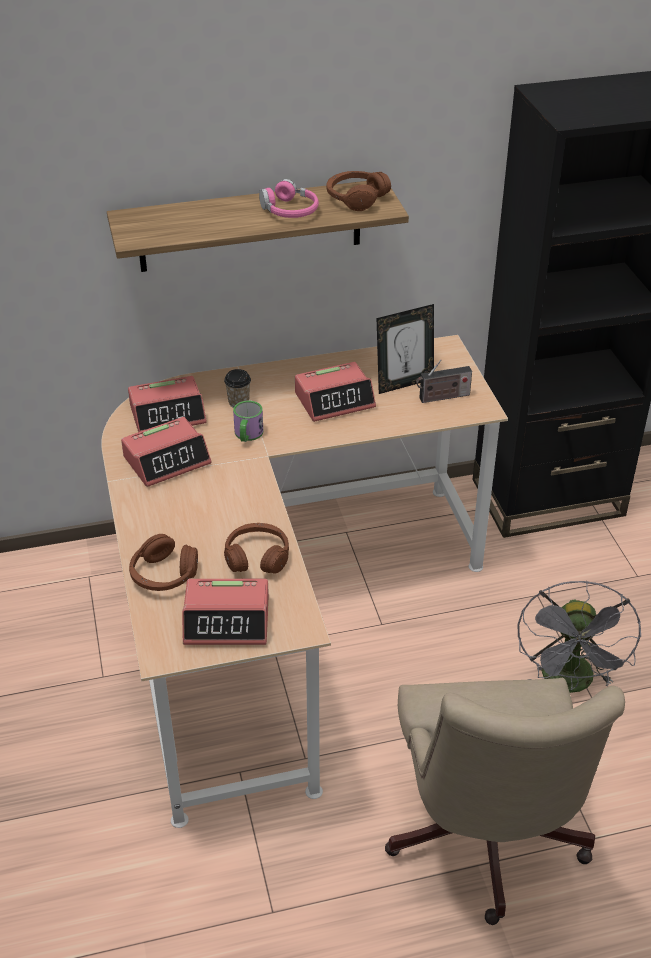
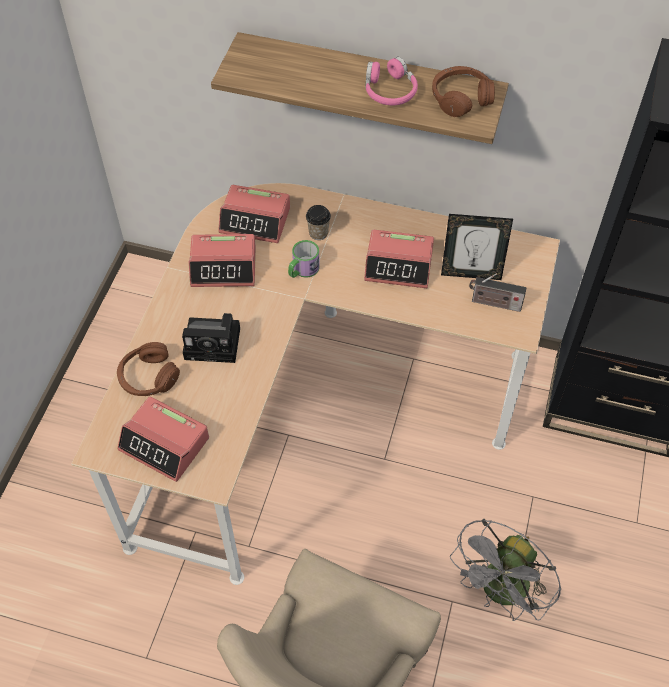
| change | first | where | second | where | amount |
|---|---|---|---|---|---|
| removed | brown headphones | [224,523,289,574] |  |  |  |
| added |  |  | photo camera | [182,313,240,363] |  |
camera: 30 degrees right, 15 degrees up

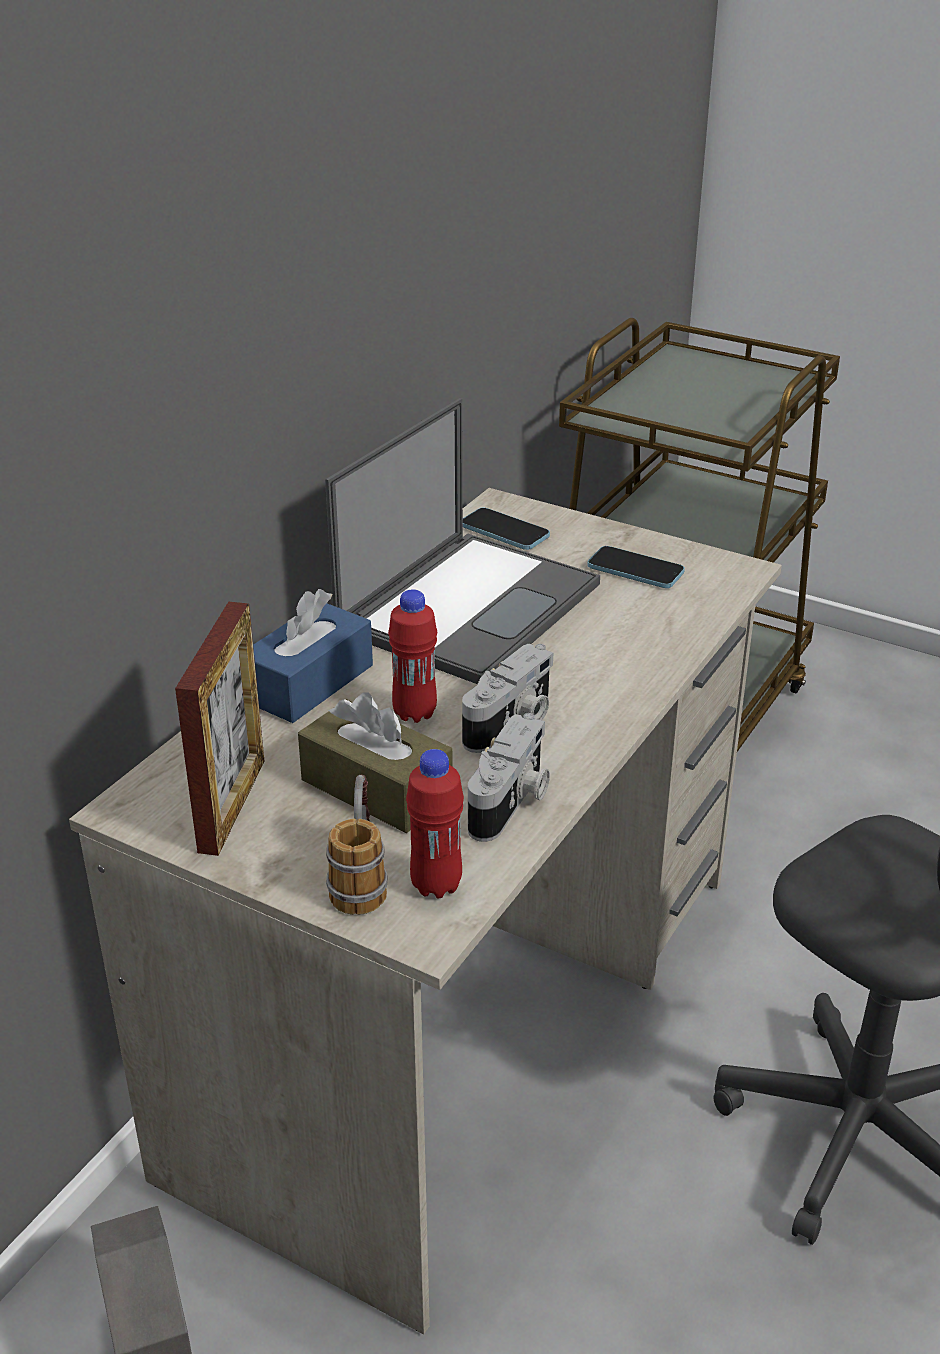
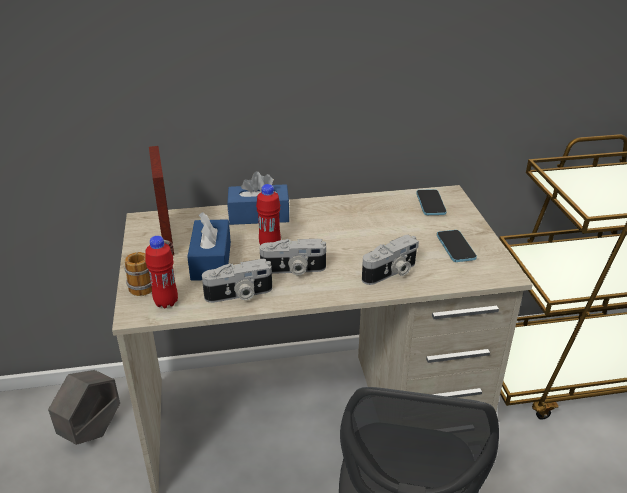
| change | first | where | second | where | amount |
|---|---|---|---|---|---|
| turned | picture frame | [175,602,265,856] |  | [149,146,174,255] | 75 degrees counterclockwise |
| recoloured | brown tissue box | [298,692,453,833] | blue tissue box | [187,212,231,281] |  |
| removed | laptop | [325,398,600,684] |  |  |  |
| added |  |  | photo camera | [362,235,419,285] |  |
camera: 50 degrees right, 0 degrees up

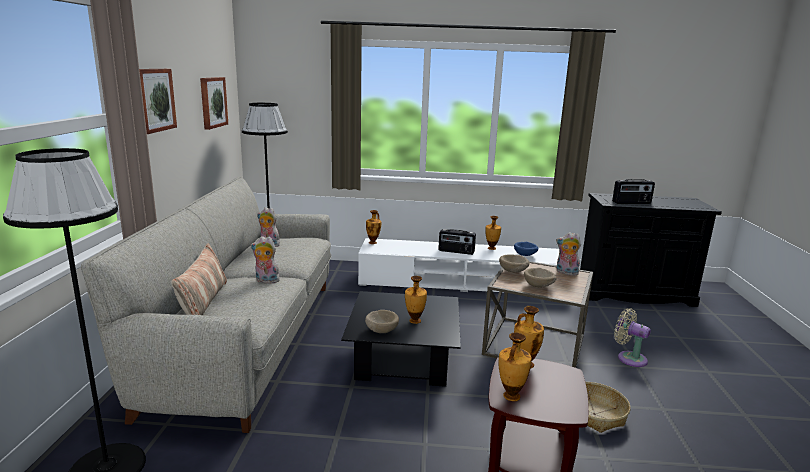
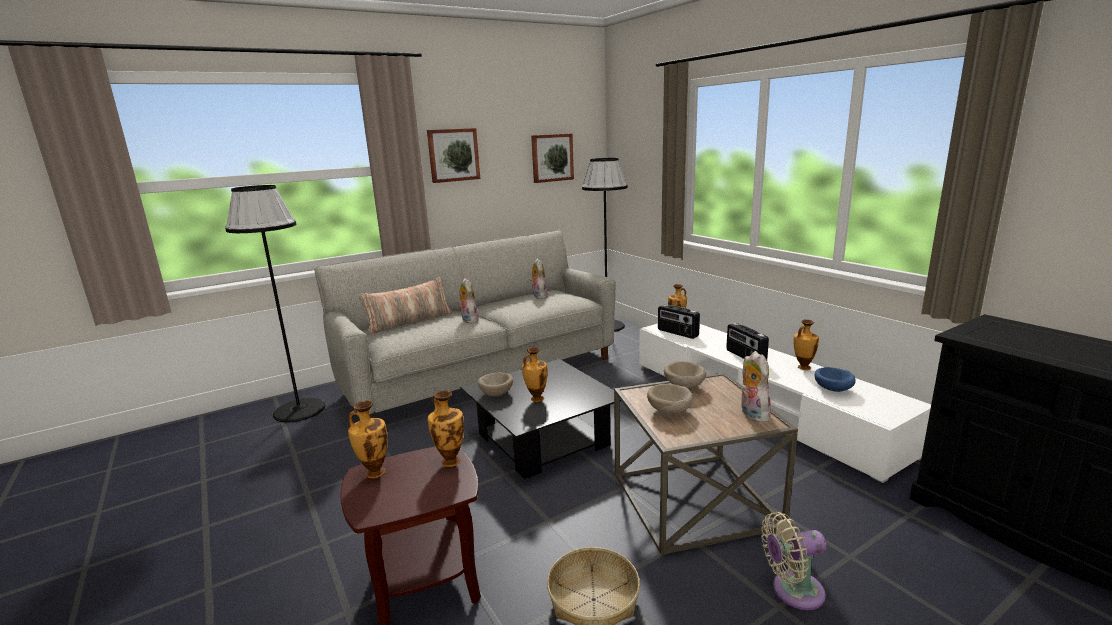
| change | first | where | second | where | amount |
|---|---|---|---|---|---|
| moved | radio | [612,179,655,204] |  | [658,305,700,339] |  |
| turned | beige fan | [614,308,651,367] |  | [761,512,826,610] | 105 degrees counterclockwise |
camera: 55 degrees right, 0 degrees up

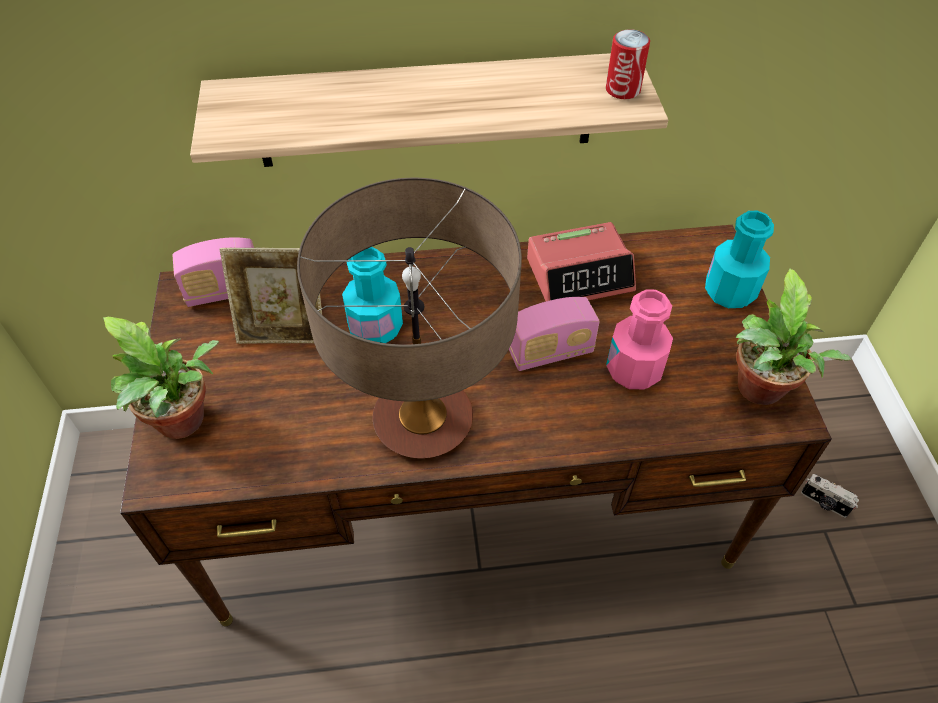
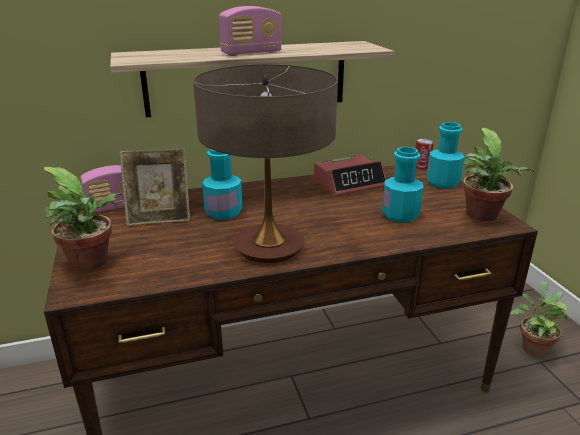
| change | first | where | second | where | amount |
|---|---|---|---|---|---|
| moved | radio | [509,297,600,371] |  | [219,6,282,56] |  |
| moved | can | [606,29,650,99] |  | [415,139,434,170] |  |
| recoloured | pink bottle | [606,289,673,389] | turquoise bottle | [383,147,423,223] |  |
| replaced | photo camera | [801,474,859,517] | potted plant | [510,281,568,357] |  |
camera: 10 degrees left, 25 degrees down

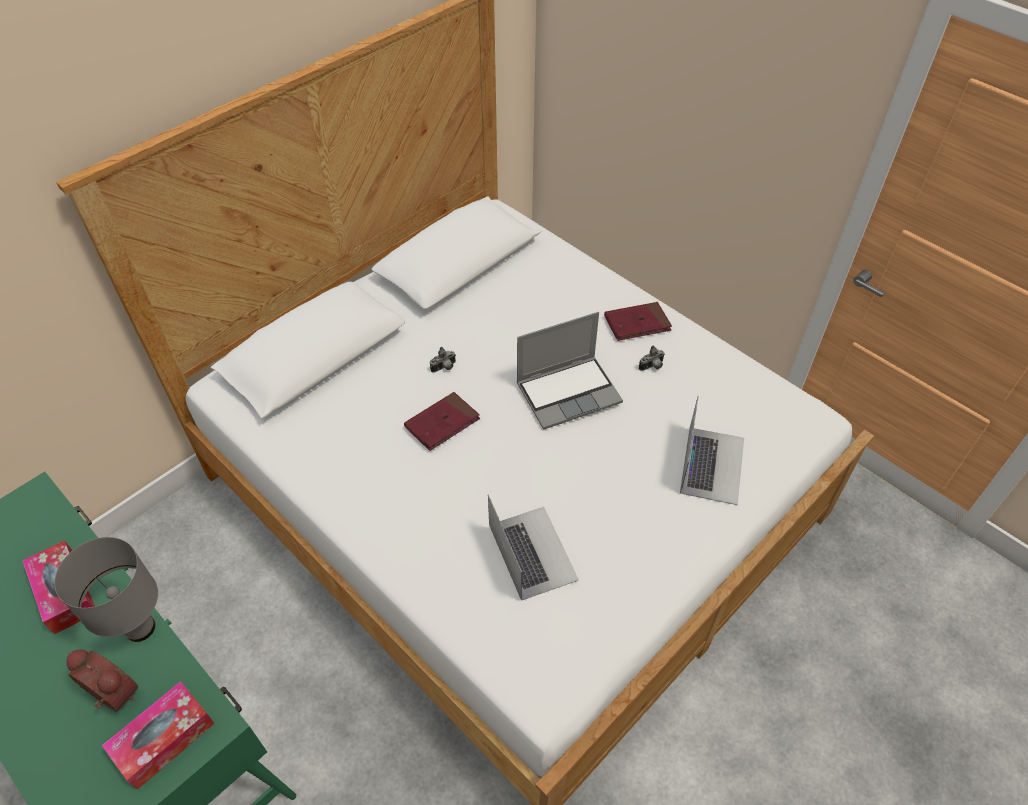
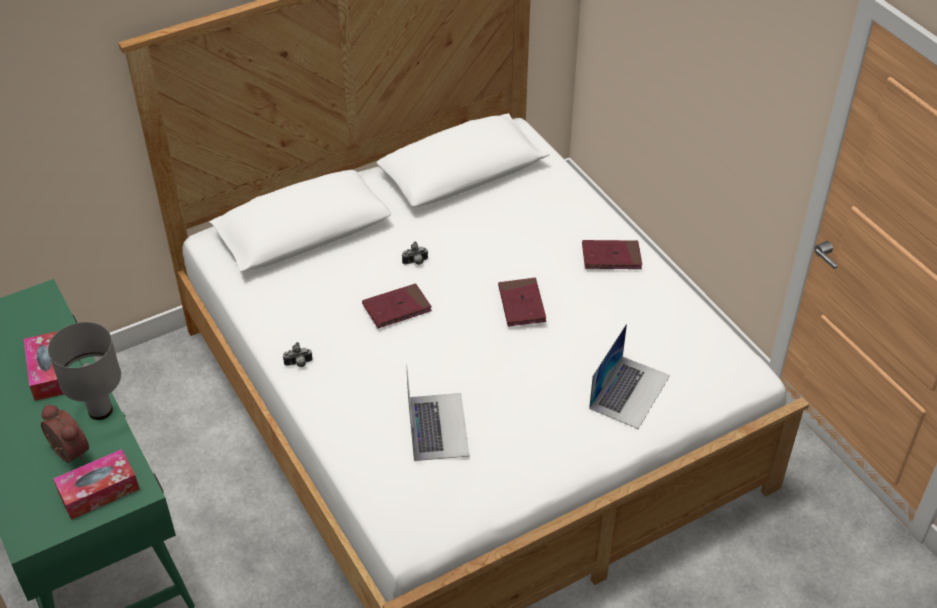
| change | first | where | second | where | amount |
|---|---|---|---|---|---|
| replaced | laptop | [517,312,623,430] | red book | [498,278,546,326] |  |
| moved | photo camera | [639,346,665,371] |  | [283,342,313,367] |  |
camera: 15 degrees right, 5 degrees down

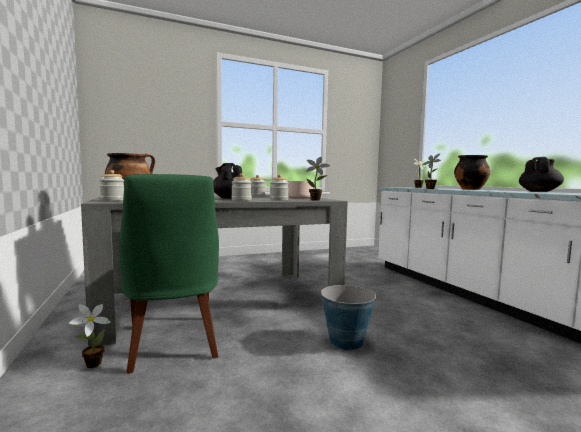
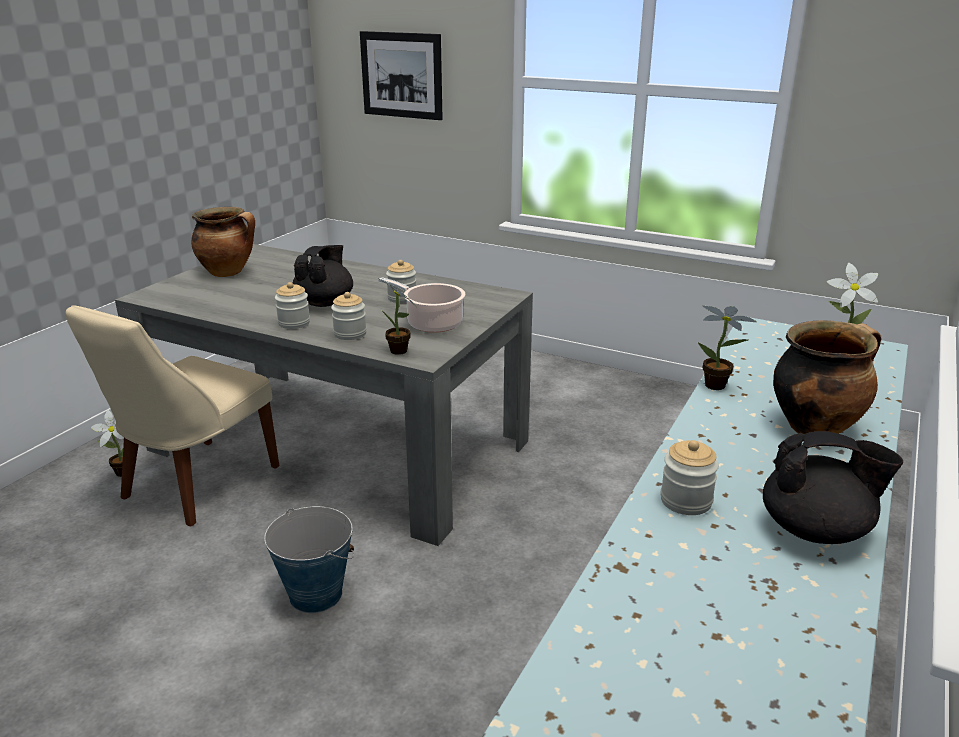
| change | first | where | second | where | amount |
|---|---|---|---|---|---|
| moved | jar | [99,170,124,201] |  | [660,440,719,515] |  |
| recoloured | green chair | [119,174,219,374] | beige chair | [66,305,279,526] |  |
| added |  |  | picture | [360,31,443,120] |  |
camera: 50 degrees right, 20 degrees up

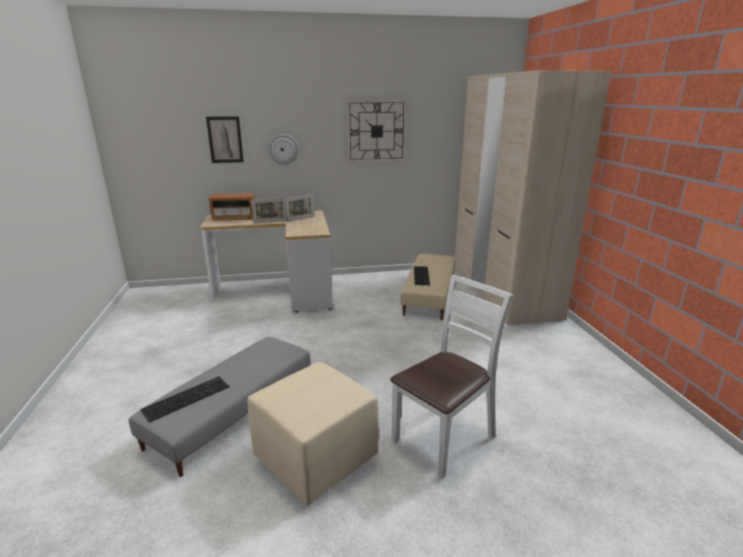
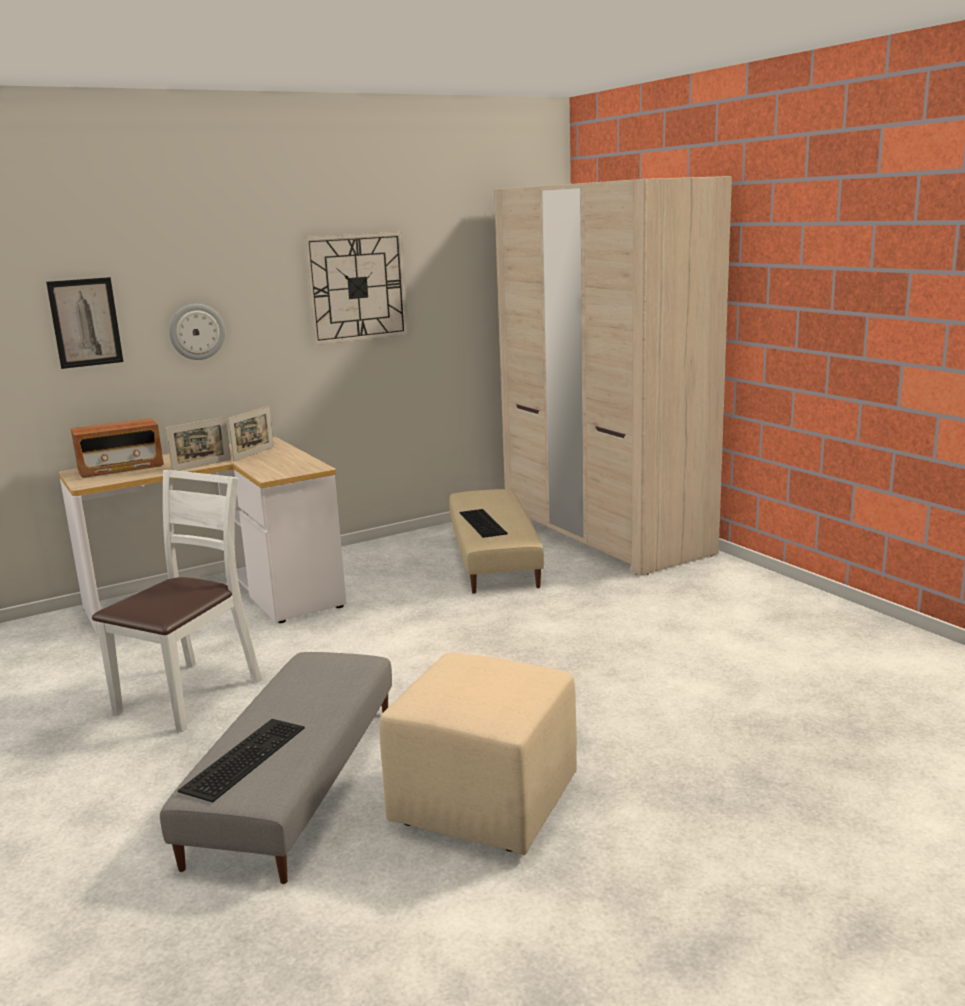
| change | first | where | second | where | amount |
|---|---|---|---|---|---|
| moved | white chair | [390,275,514,479] |  | [92,470,262,732] |  |
camera: 20 degrees left, 5 degrees down

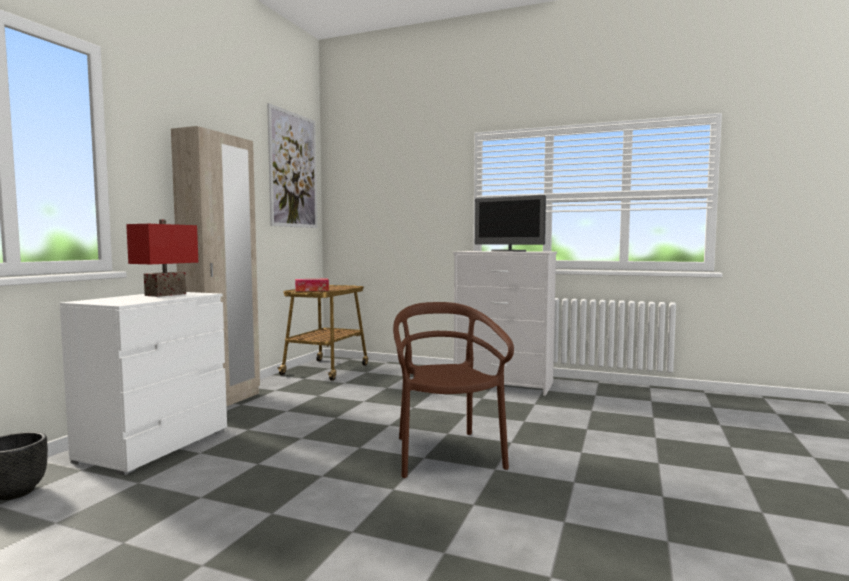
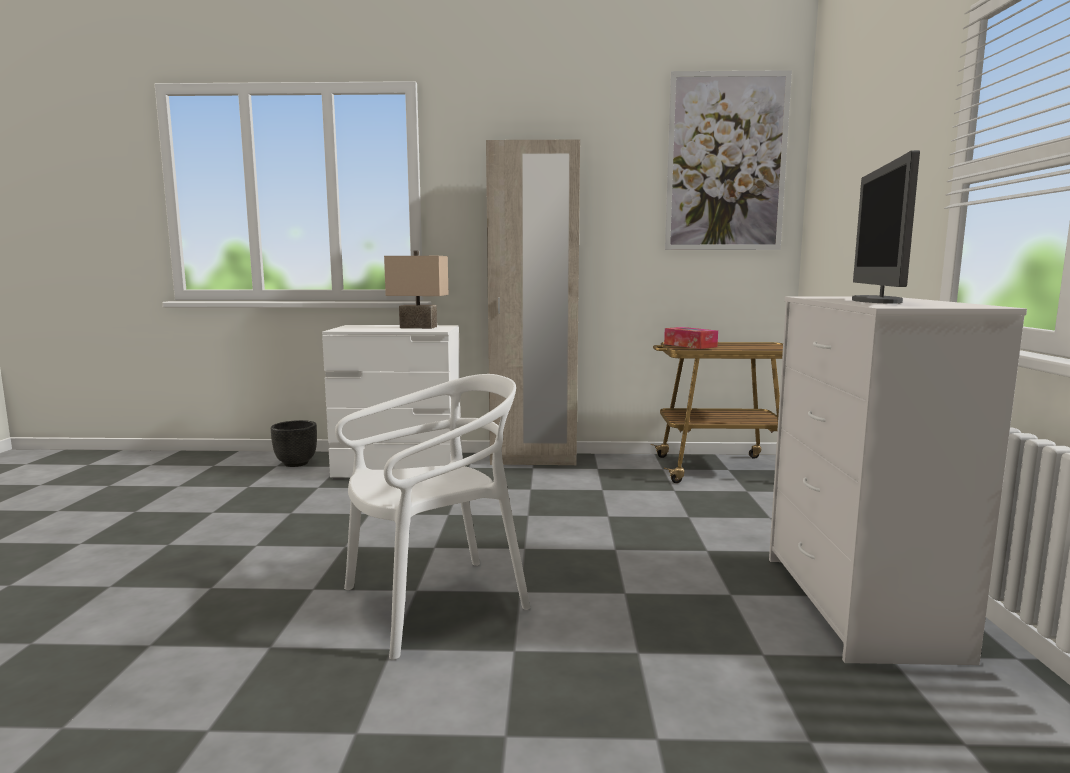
| change | first | where | second | where | amount |
|---|---|---|---|---|---|
| recoloured | red table lamp | [126,219,198,297] | beige table lamp | [384,250,448,329] |  |
| recoloured | brown chair | [393,302,514,478] | white chair | [335,374,530,660] |  |
camera: 70 degrees right, 5 degrees up

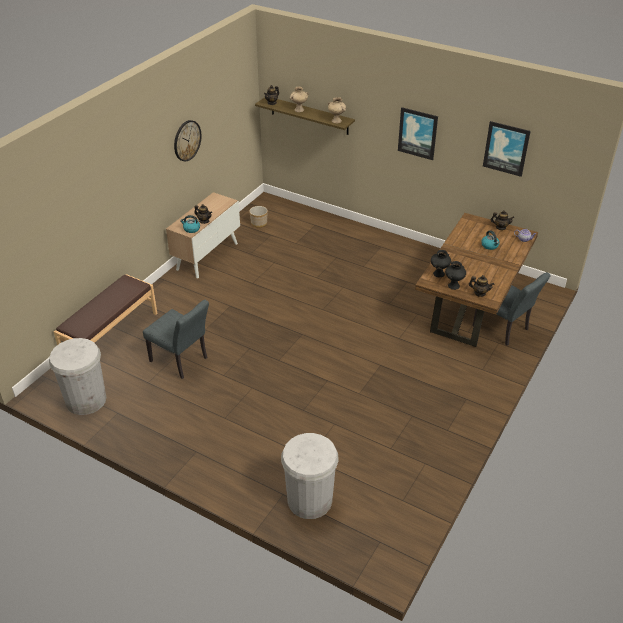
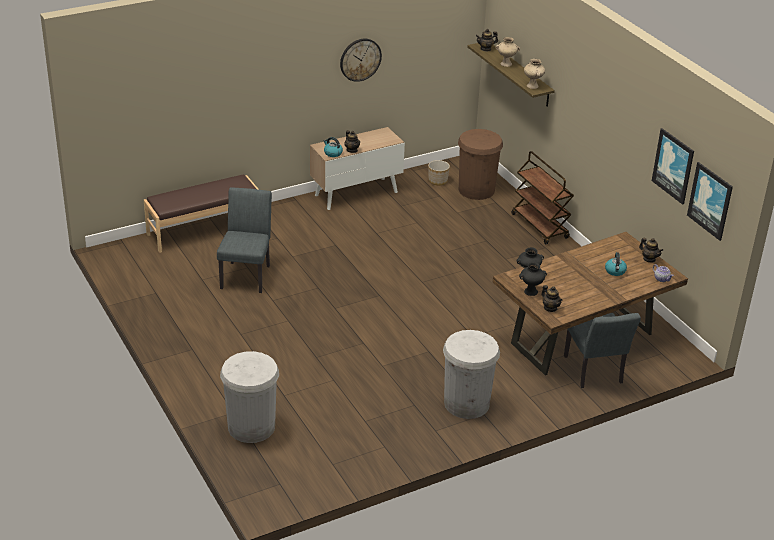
| change | first | where | second | where | amount |
|---|---|---|---|---|---|
| moved | white trash can | [49,338,106,415] |  | [443,330,500,419] |  |
| turned | grey chair | [143,300,209,379] |  | [217,187,272,293] | 150 degrees counterclockwise |
| moved | picture | [398,107,438,160] |  | [687,162,733,241] |  |
| added |  |  | brown trash can | [458,129,503,200] |  |
| added |  |  | brown cart | [512,151,574,244] |  |
camera: 30 degrees right, 5 degrees down

